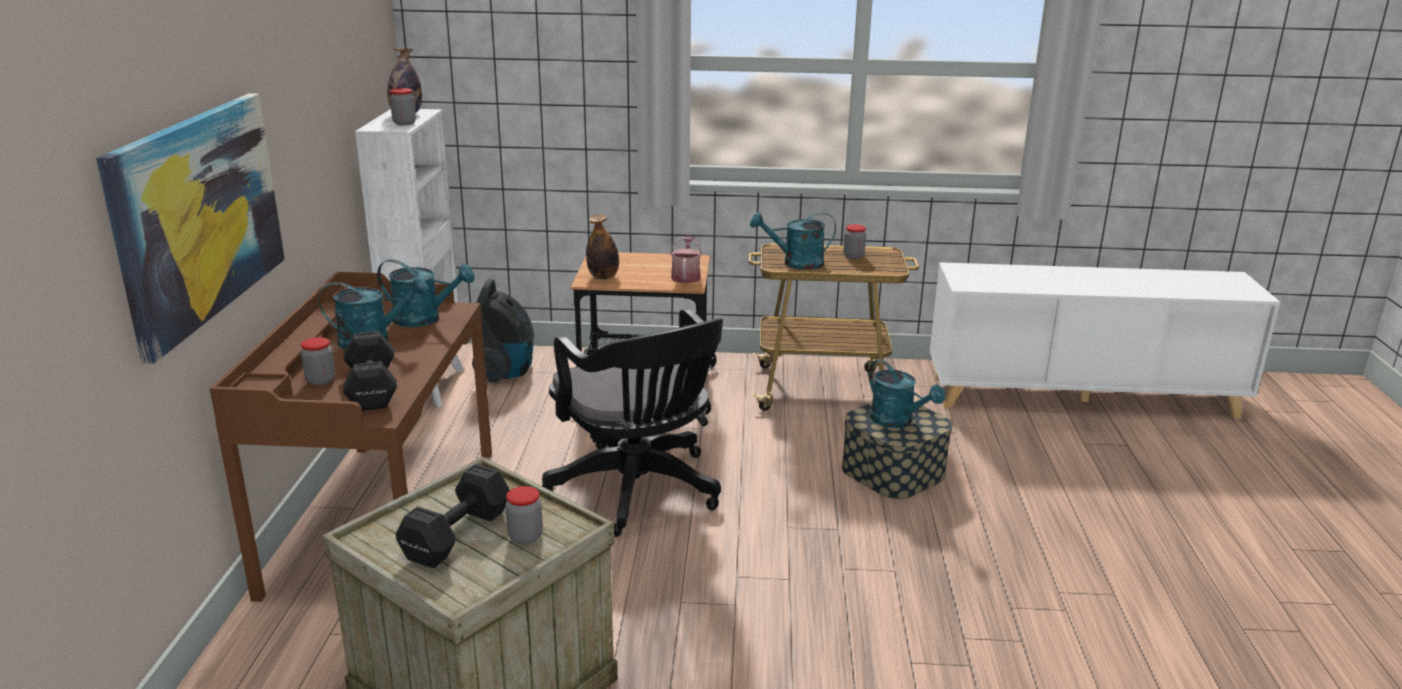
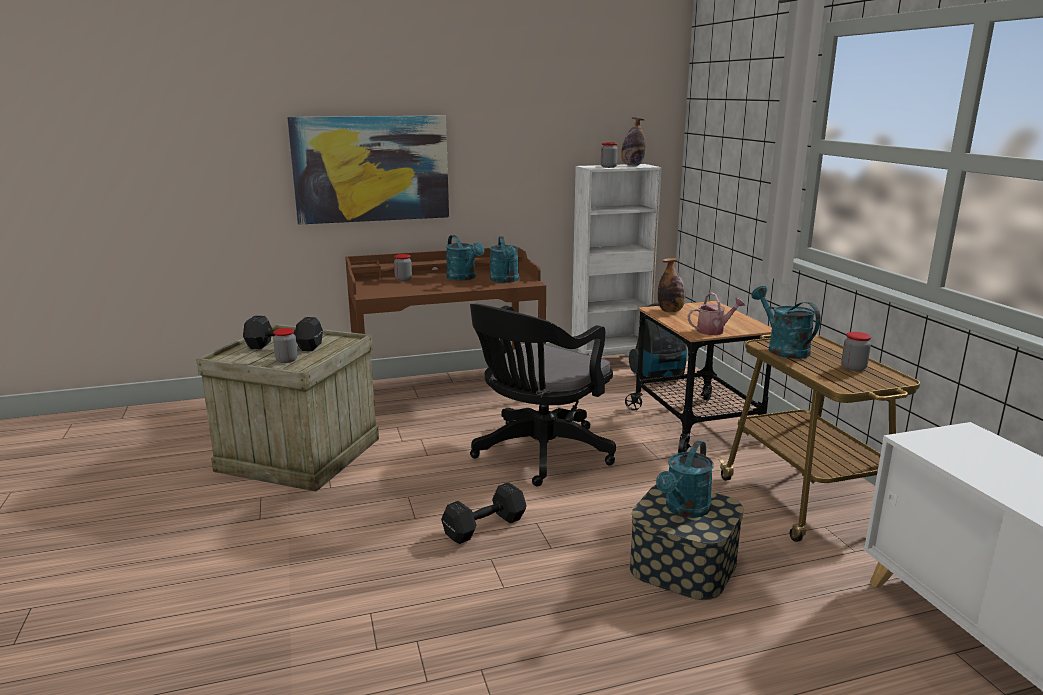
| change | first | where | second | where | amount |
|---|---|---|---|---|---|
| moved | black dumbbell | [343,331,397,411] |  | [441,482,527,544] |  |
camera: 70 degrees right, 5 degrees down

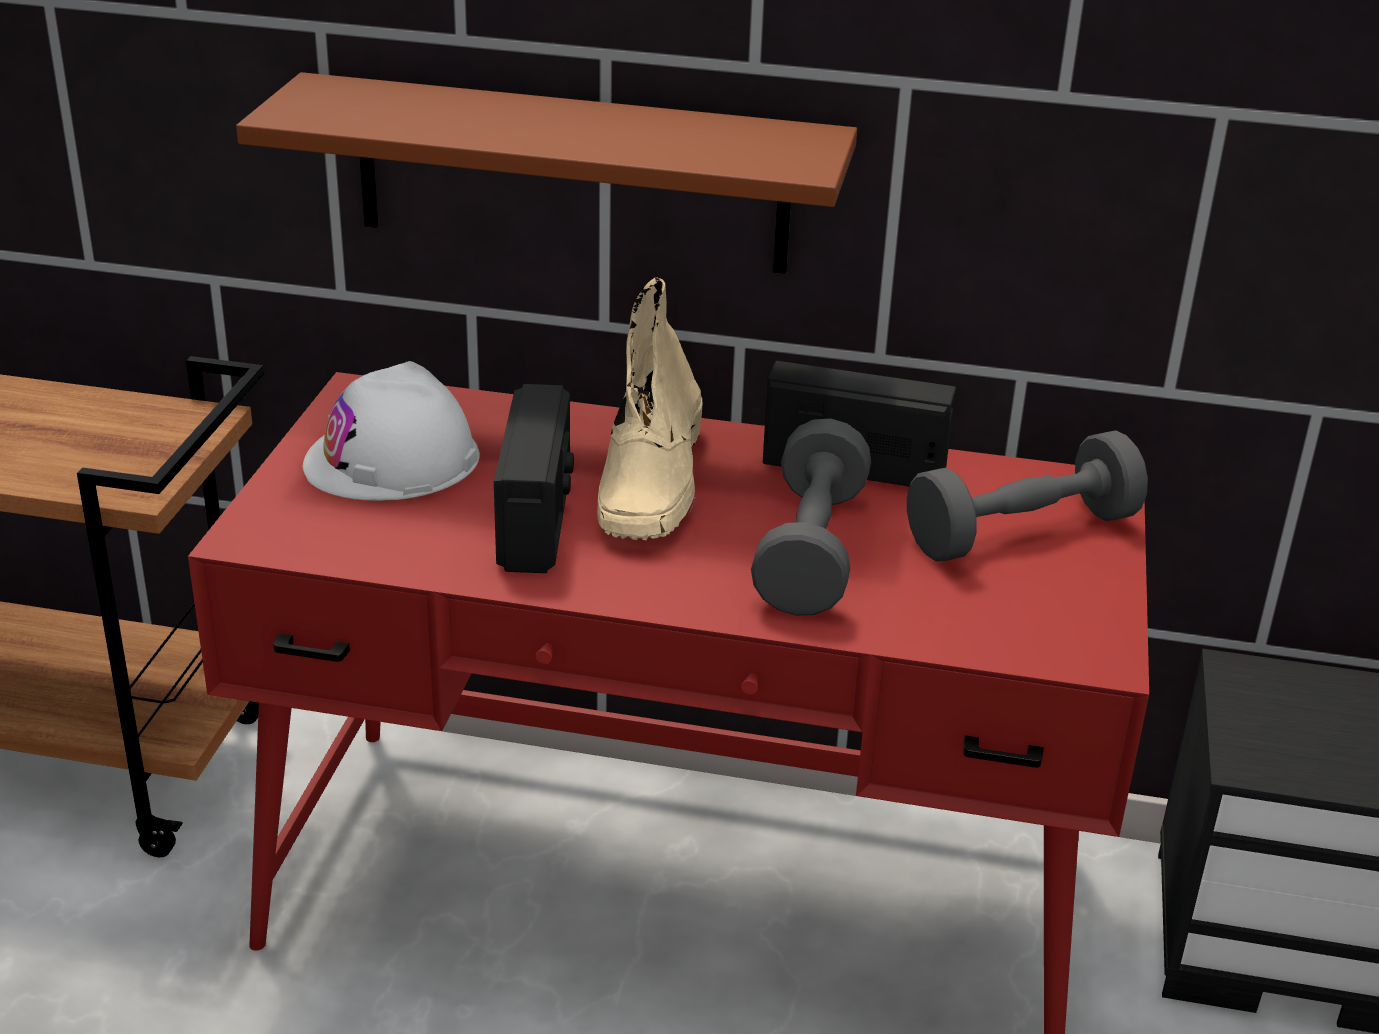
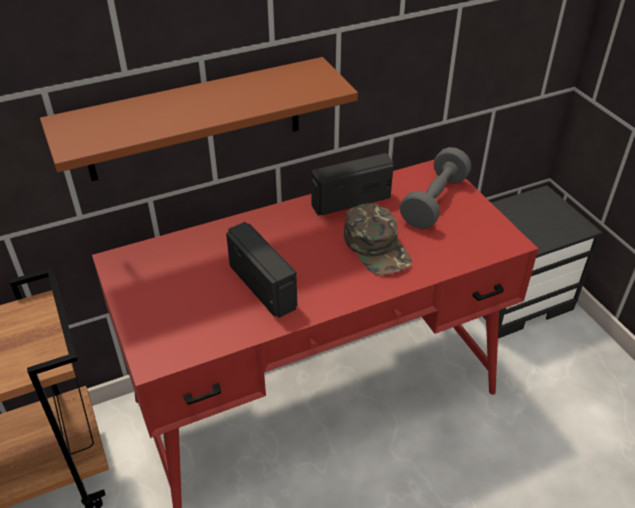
| change | first | where | second | where | amount |
|---|---|---|---|---|---|
| removed | white hard hat | [302,361,480,501] |  |  |  |
| removed | beige boot | [597,278,702,540] |  |  |  |
| replaced | grey dumbbell | [751,418,871,616] | green cap | [344,203,412,275] |  |
camera: 35 degrees left, 10 degrees up

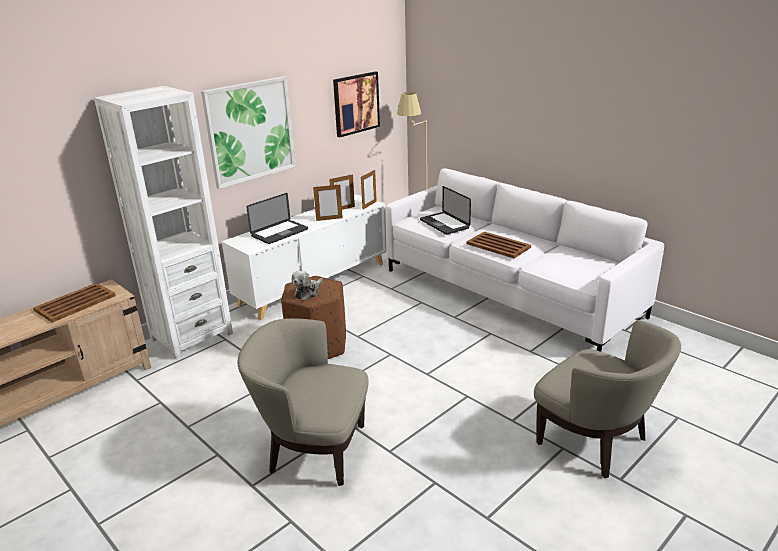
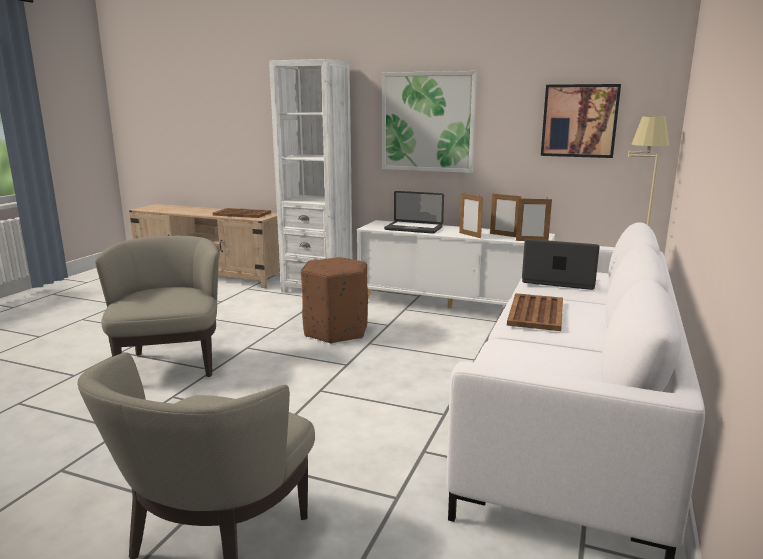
| change | first | where | second | where | amount |
|---|---|---|---|---|---|
| removed | plush toy | [291,271,323,301] |  |  |  |
| turned | laptop | [420,186,471,235] |  | [522,239,600,290] | 75 degrees clockwise |
camera: 65 degrees right, 10 degrees down

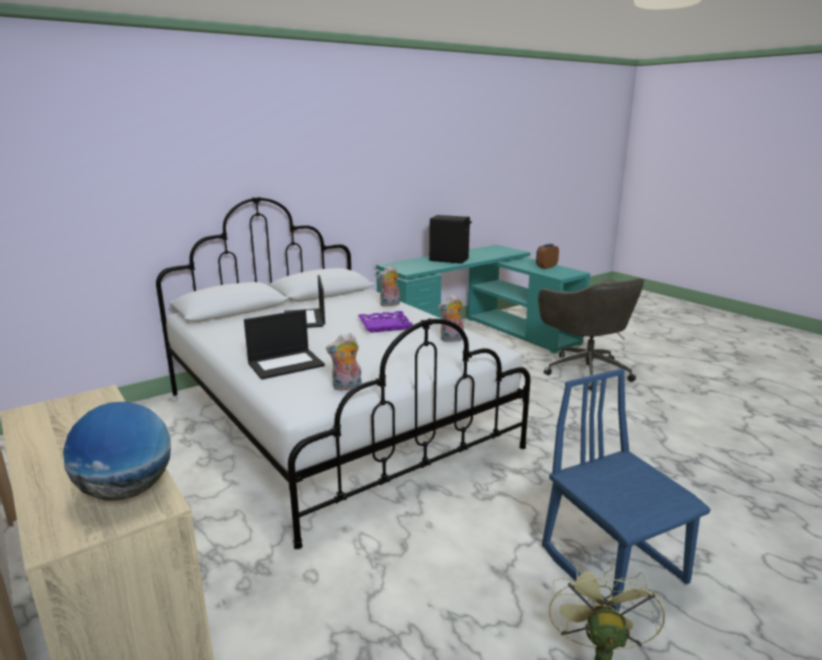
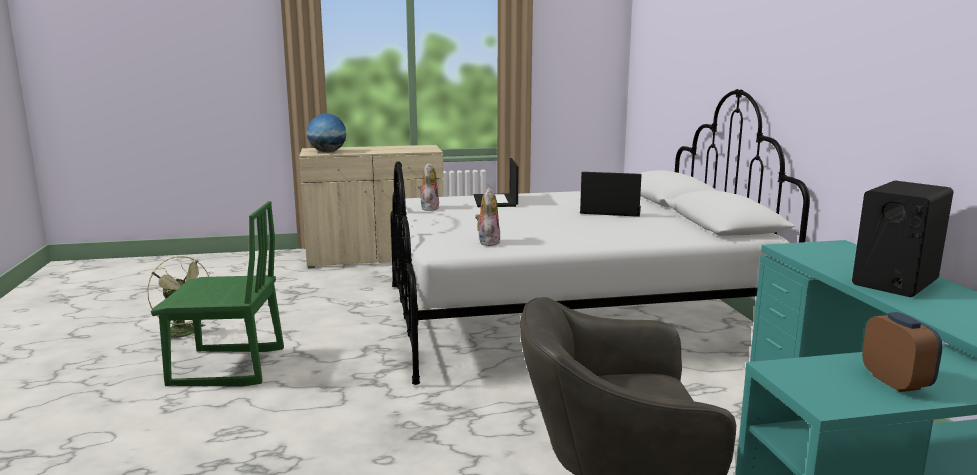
| change | first | where | second | where | amount |
|---|---|---|---|---|---|
| removed | purple tray | [358,311,413,333] |  |  |  |
| removed | plush toy | [377,266,400,307] |  |  |  |
| recoloured | blue chair | [542,369,711,612] | green chair | [151,201,284,387] |  |
camera: 115 degrees right, 5 degrees down

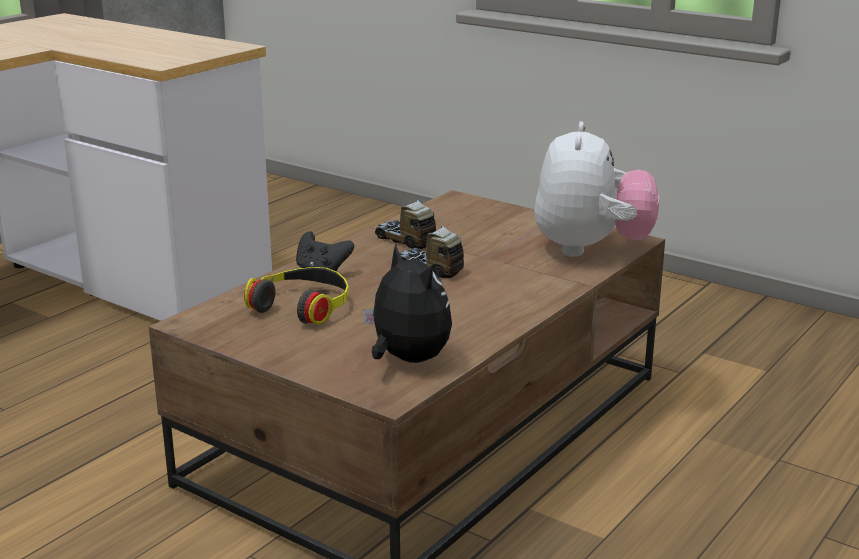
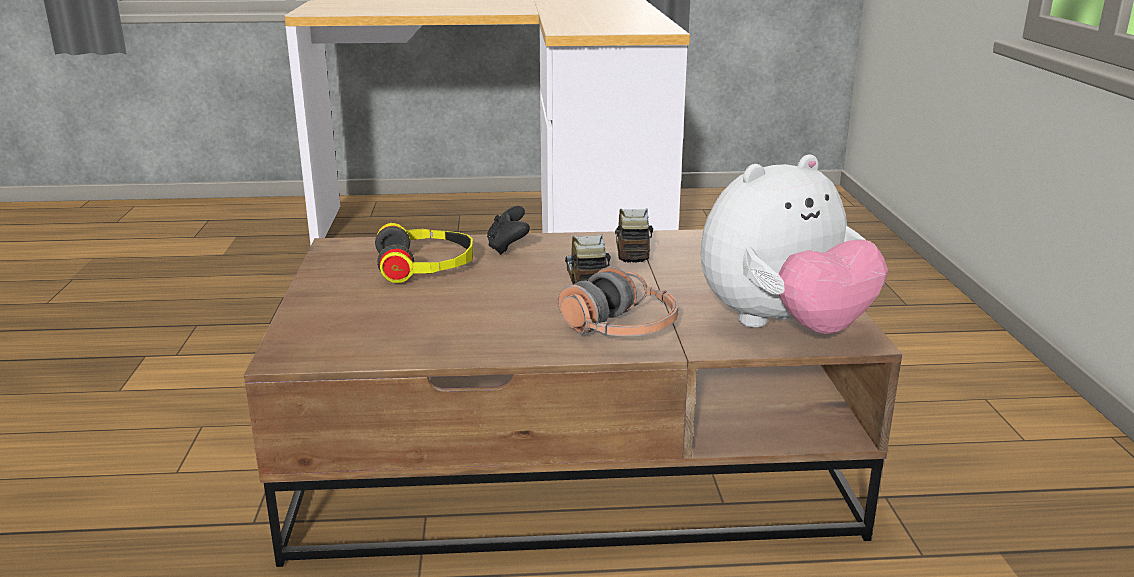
| change | first | where | second | where | amount |
|---|---|---|---|---|---|
| removed | plush toy | [362,244,452,363] |  |  |  |
| added |  |  | headphones | [558,267,678,336] |  |
camera: 50 degrees right, 0 degrees up

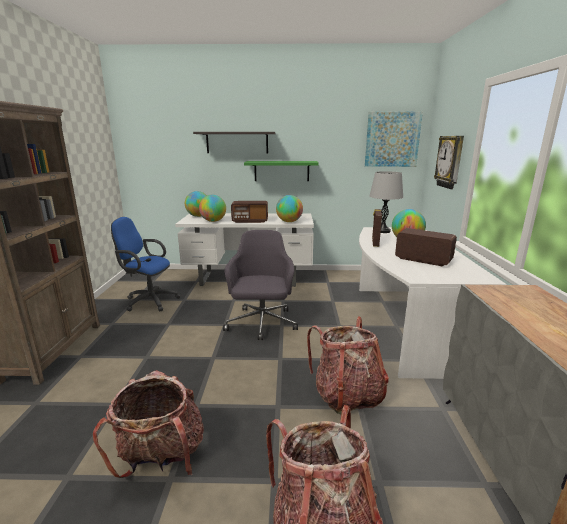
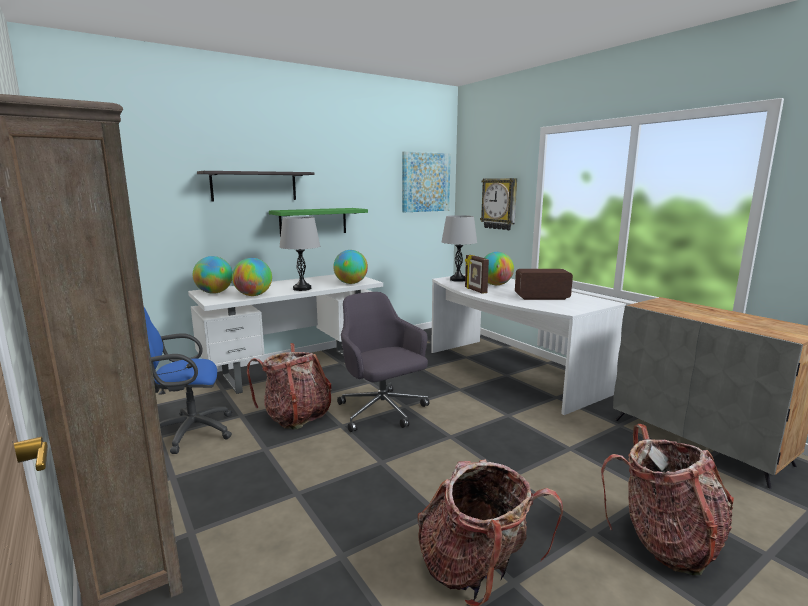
| change | first | where | second | where | amount |
|---|---|---|---|---|---|
| replaced | radio | [231,201,268,223] | grey table lamp | [279,216,320,291] |  |
| moved | backpack | [307,316,389,415] |  | [247,343,331,429] |  |
camera: 35 degrees left, 5 degrees down

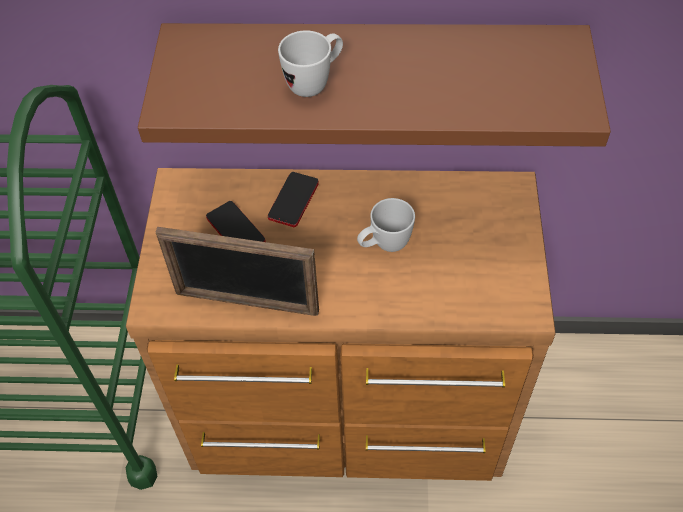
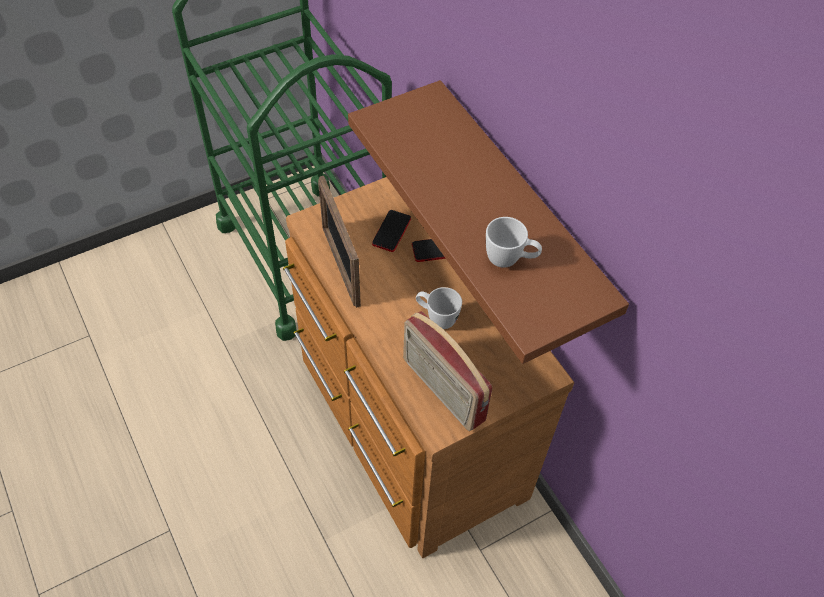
| change | first | where | second | where | amount |
|---|---|---|---|---|---|
| moved | white mug | [278,30,343,97] |  | [486,217,542,268] |  |
| added |  |  | radio | [403,311,493,431] |  |
camera: 55 degrees right, 0 degrees up

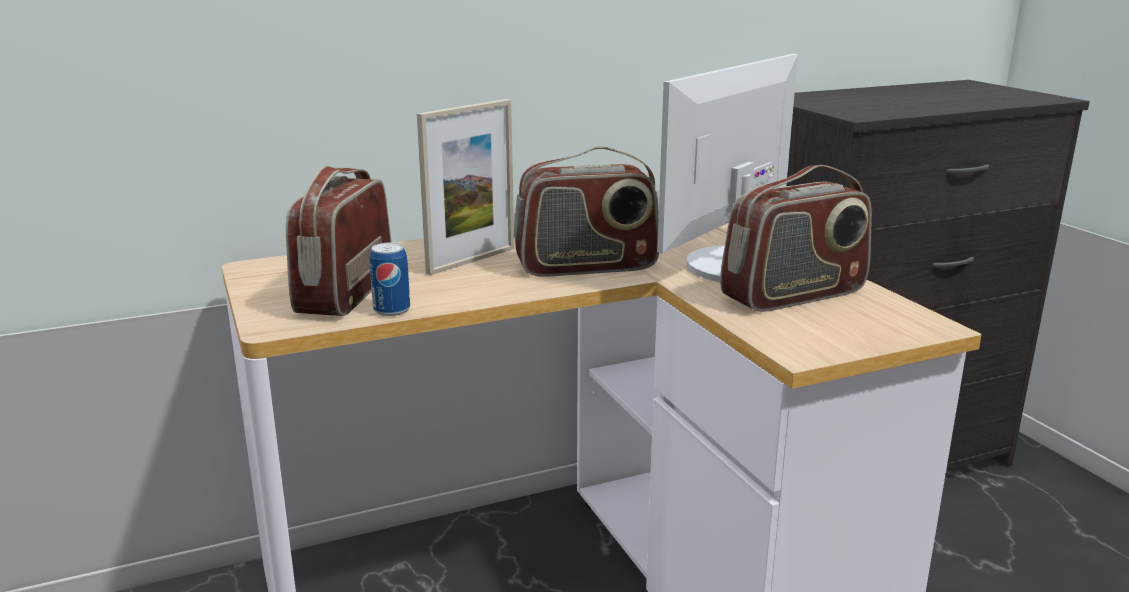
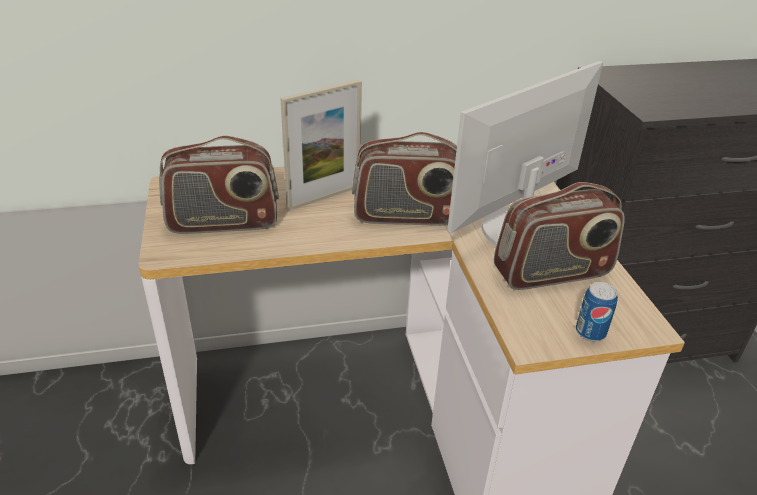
| change | first | where | second | where | amount |
|---|---|---|---|---|---|
| turned | radio | [286,166,392,316] |  | [159,136,279,234] | 120 degrees counterclockwise |
| moved | can | [370,243,410,316] |  | [576,282,618,342] |  |
camera: 10 degrees right, 15 degrees up

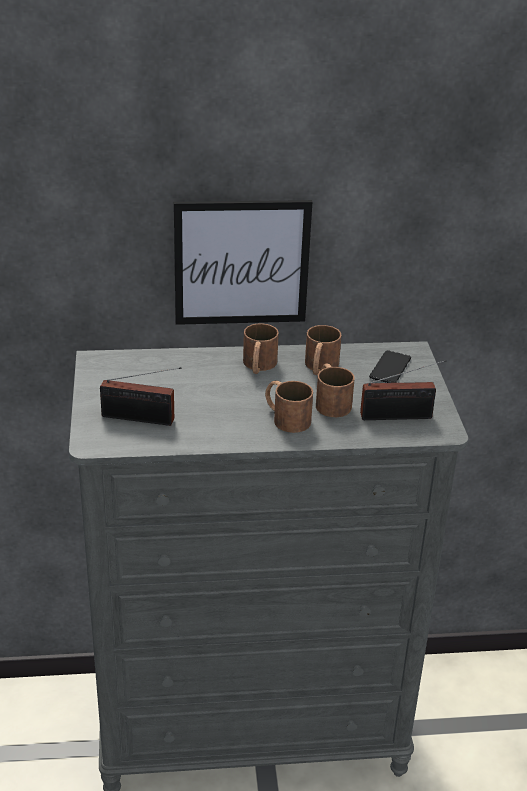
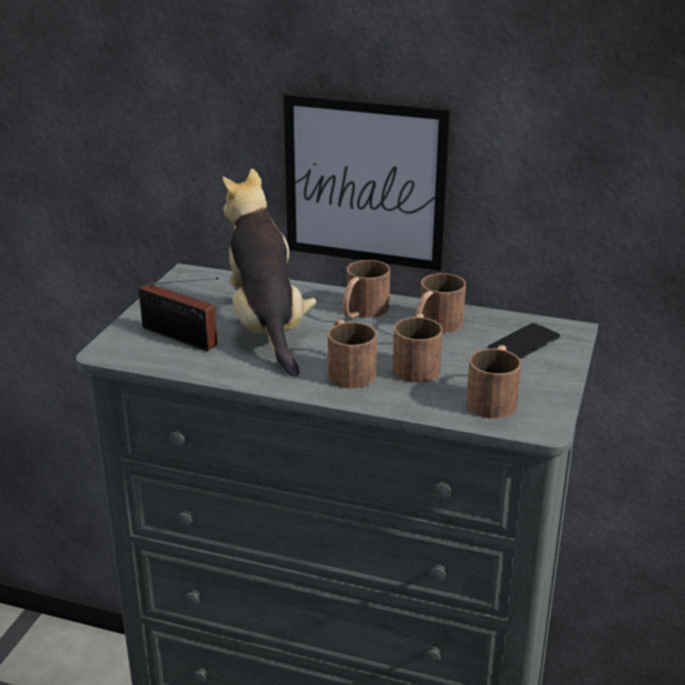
| change | first | where | second | where | amount |
|---|---|---|---|---|---|
| replaced | radio | [360,360,446,420] | brown mug | [466,345,521,419] |  |
| added |  |  | plush toy | [223,169,316,377] |  |
camera: 25 degrees right, 5 degrees down

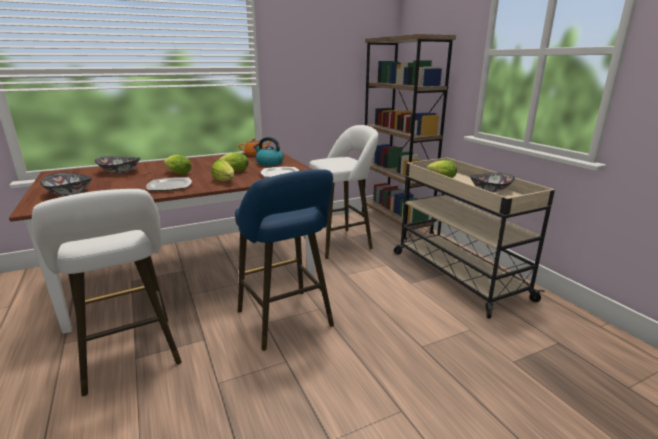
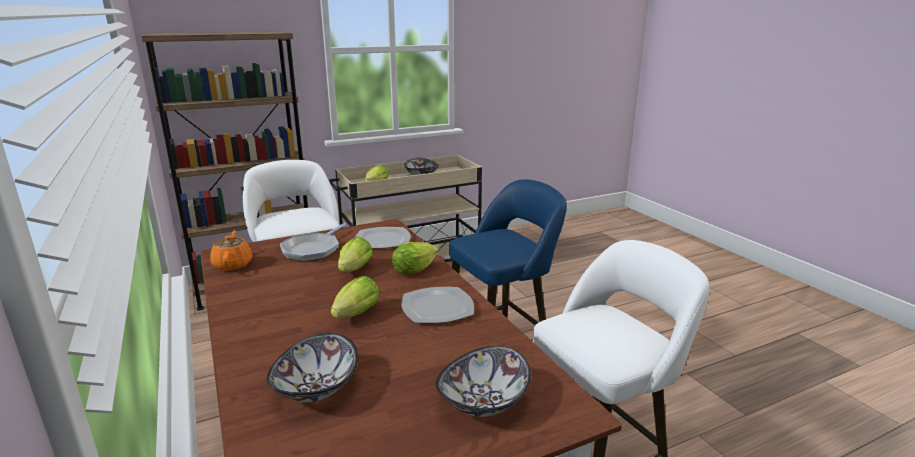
| change | first | where | second | where | amount |
|---|---|---|---|---|---|
| replaced | kettle | [253,137,284,166] | frying pan | [280,223,346,262] |  |
camera: 90 degrees left, 0 degrees up

